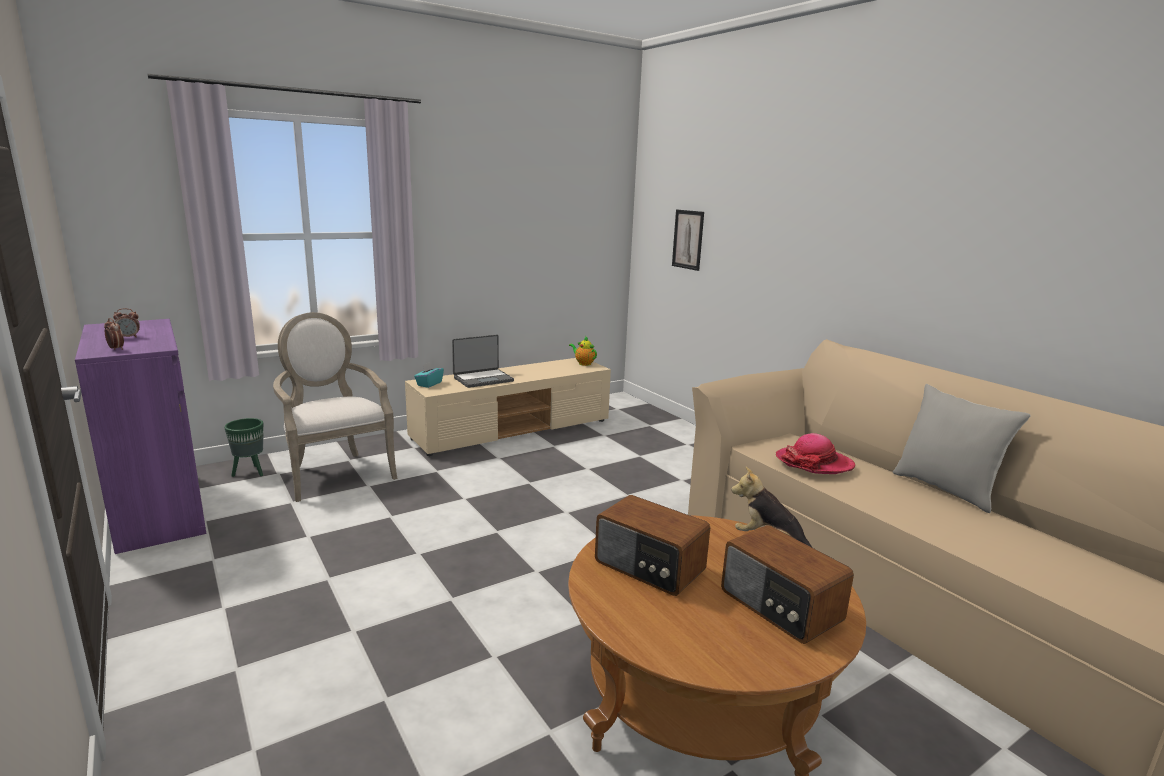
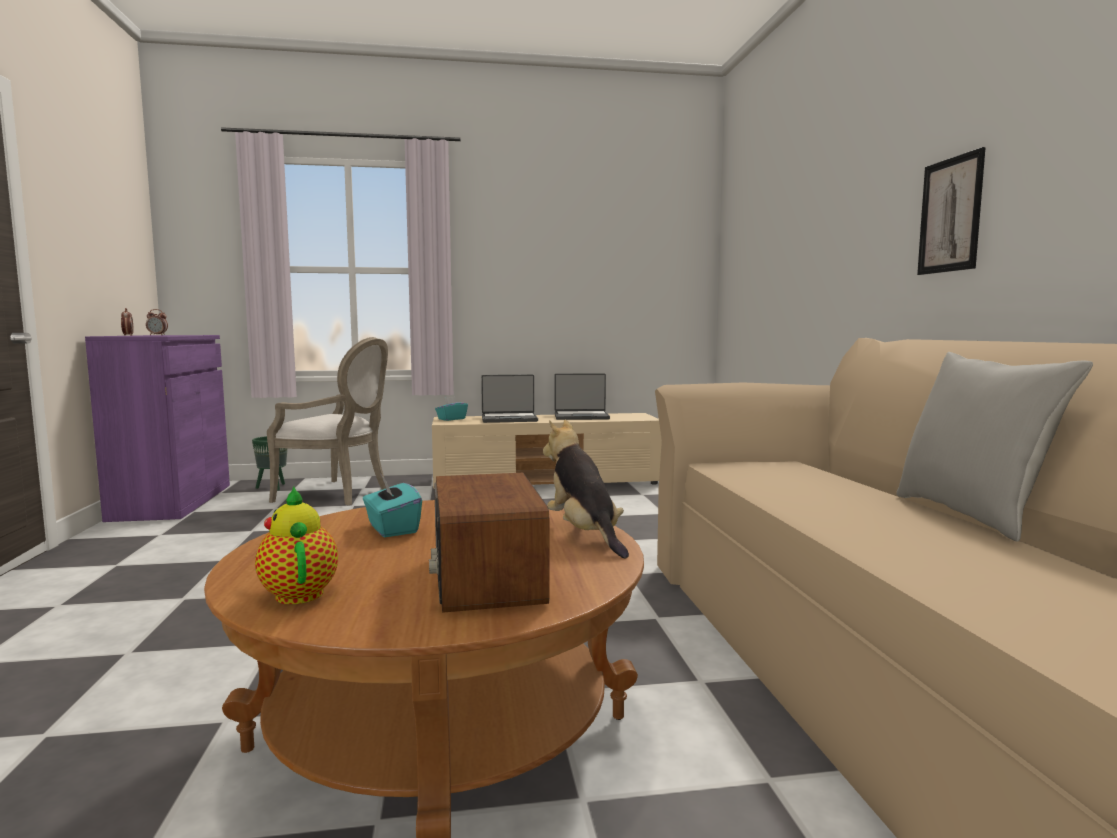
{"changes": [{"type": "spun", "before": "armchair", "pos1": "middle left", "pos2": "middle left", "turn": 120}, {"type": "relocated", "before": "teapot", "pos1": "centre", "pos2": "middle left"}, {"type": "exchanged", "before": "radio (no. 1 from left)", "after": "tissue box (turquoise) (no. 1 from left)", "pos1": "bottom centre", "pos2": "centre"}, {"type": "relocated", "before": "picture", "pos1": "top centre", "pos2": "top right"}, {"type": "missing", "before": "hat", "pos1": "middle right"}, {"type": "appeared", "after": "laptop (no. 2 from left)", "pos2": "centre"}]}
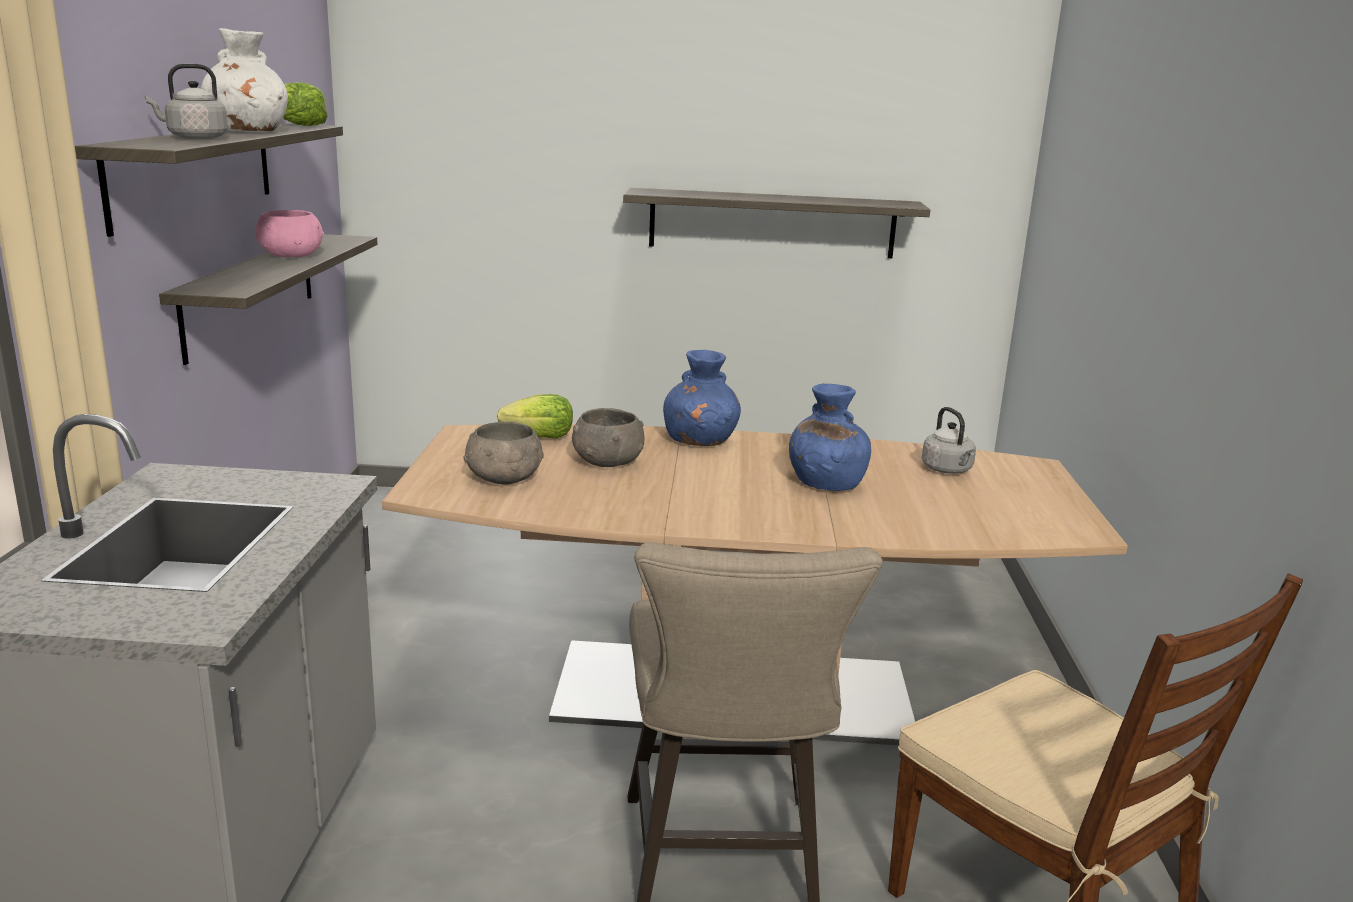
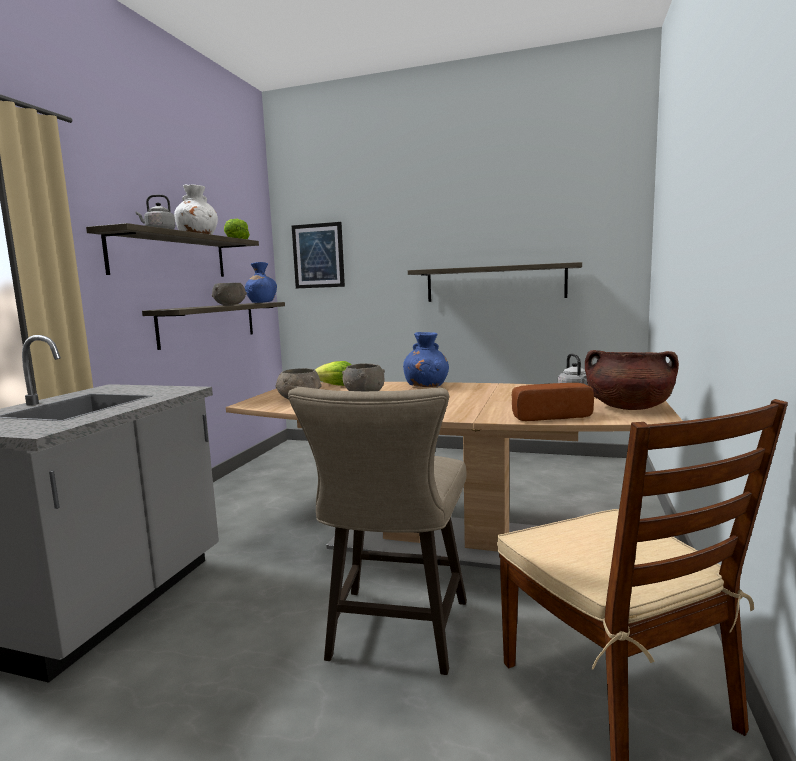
{"changes": [{"type": "colour", "before": "bowl (pink)", "after": "bowl (grey) (no. 1 from left)", "pos1": "top left", "pos2": "middle left"}, {"type": "relocated", "before": "vase (blue) (no. 2 from left in the first image)", "after": "vase (blue) (no. 1 from left)", "pos1": "centre", "pos2": "middle left"}, {"type": "appeared", "after": "picture", "pos2": "centre"}, {"type": "appeared", "after": "bread", "pos2": "middle right"}, {"type": "appeared", "after": "cooking pot (brown)", "pos2": "middle right"}]}
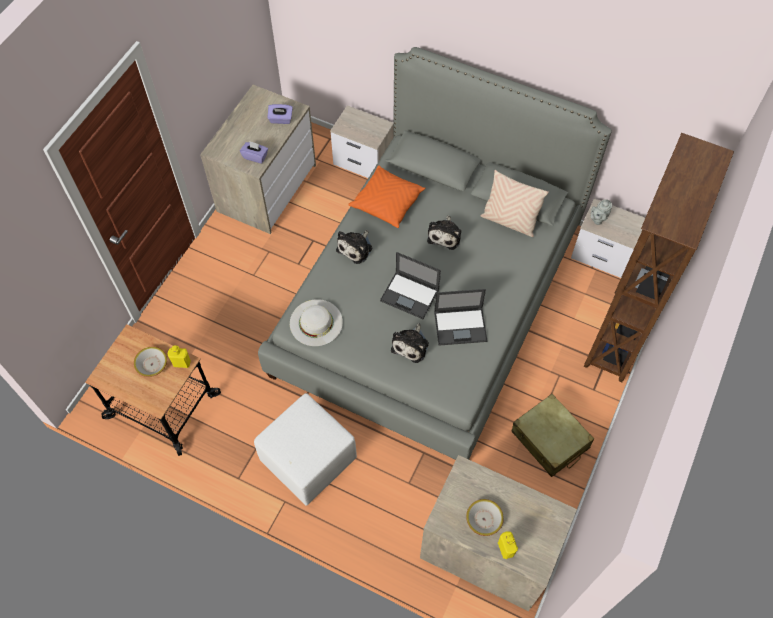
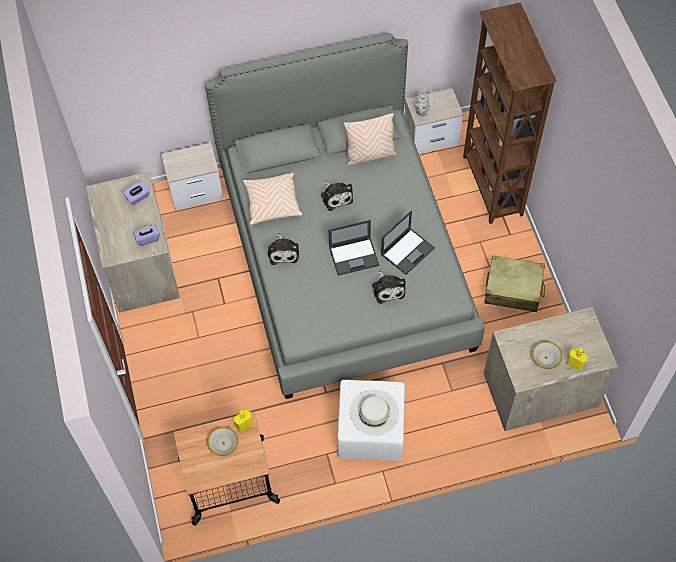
{"changes": [{"type": "relocated", "before": "hat (white)", "pos1": "centre", "pos2": "bottom centre"}, {"type": "colour", "before": "pillow (orange)", "after": "pillow (beige) (no. 1 from left)", "pos1": "top centre", "pos2": "centre"}]}
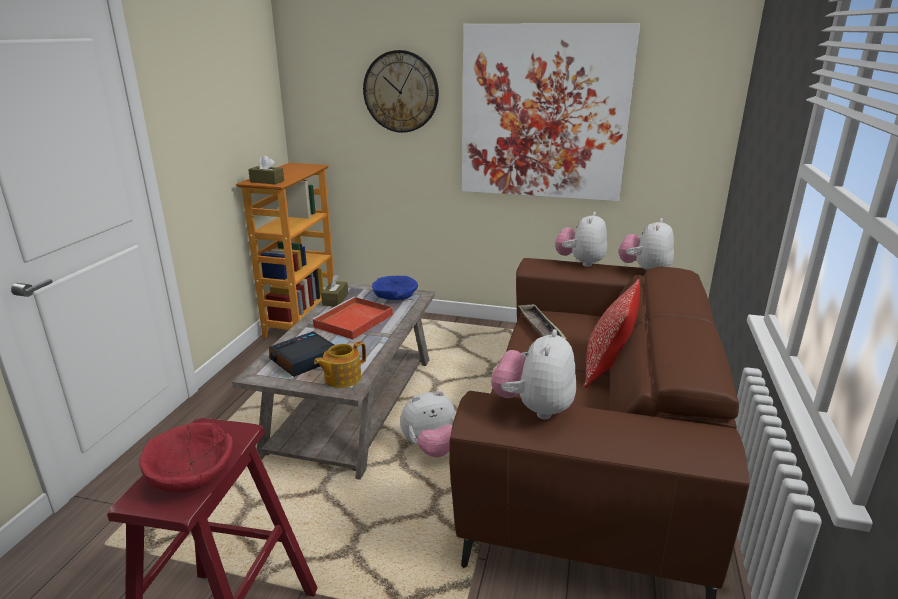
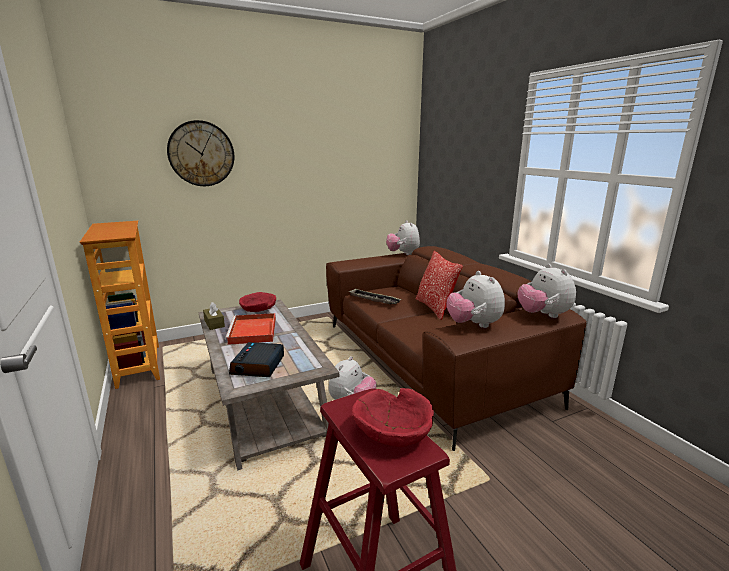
{"changes": [{"type": "missing", "before": "tissue box (brown) (no. 1 from left)", "pos1": "top left"}, {"type": "missing", "before": "teapot", "pos1": "centre"}, {"type": "colour", "before": "bowl (blue)", "after": "bowl (red) (no. 1 from left)", "pos1": "centre", "pos2": "centre"}, {"type": "missing", "before": "picture", "pos1": "top centre"}, {"type": "relocated", "before": "plush toy (no. 3 from left in the first image)", "after": "plush toy (no. 4 from left)", "pos1": "centre", "pos2": "middle right"}]}
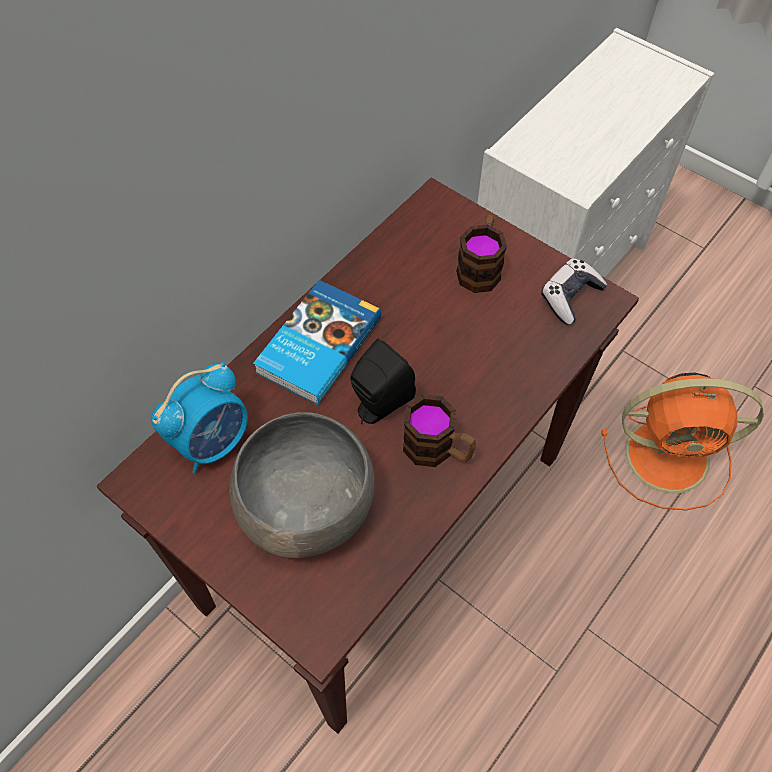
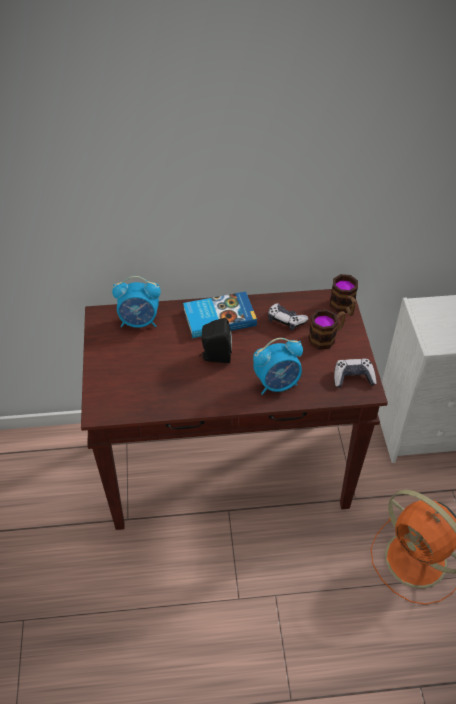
{"changes": [{"type": "missing", "before": "bowl (grey)", "pos1": "centre"}, {"type": "relocated", "before": "mug (no. 1 from left in the first image)", "after": "mug (no. 2 from left)", "pos1": "centre", "pos2": "middle right"}, {"type": "appeared", "after": "alarm clock (no. 2 from left)", "pos2": "centre"}, {"type": "appeared", "after": "game controller (no. 1 from left)", "pos2": "centre"}]}
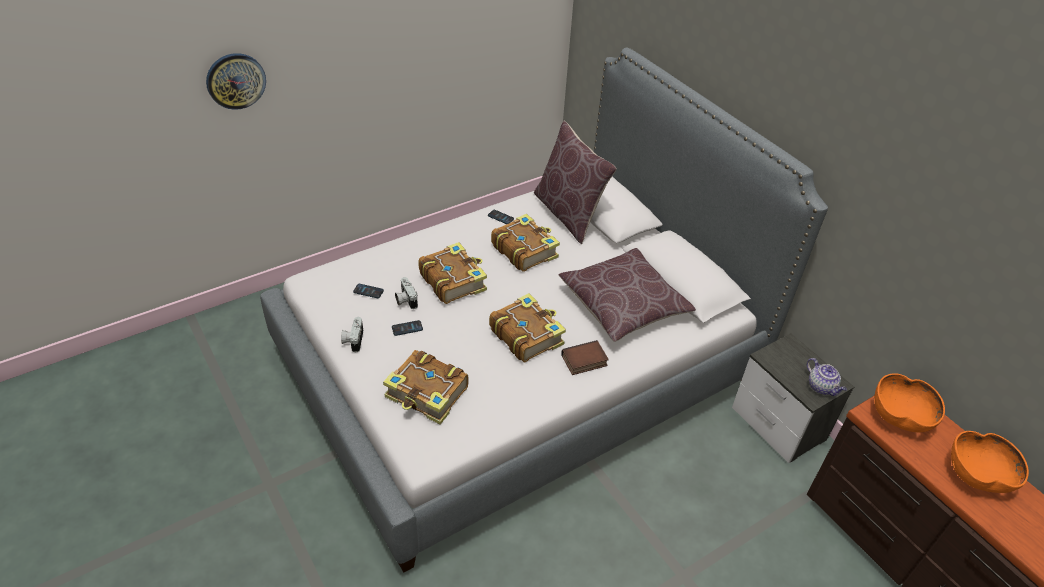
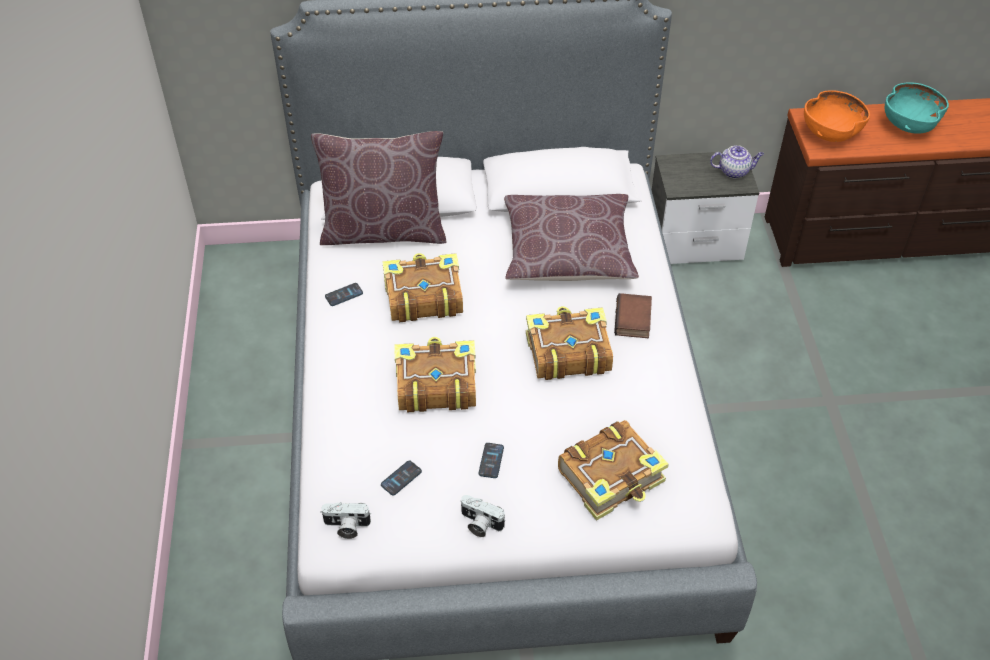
{"changes": [{"type": "missing", "before": "wall clock", "pos1": "top left"}, {"type": "relocated", "before": "photo camera (no. 2 from left in the first image)", "after": "photo camera (no. 1 from left)", "pos1": "centre", "pos2": "bottom centre"}, {"type": "colour", "before": "bowl (orange) (no. 2 from left)", "after": "bowl (turquoise)", "pos1": "bottom right", "pos2": "top right"}]}
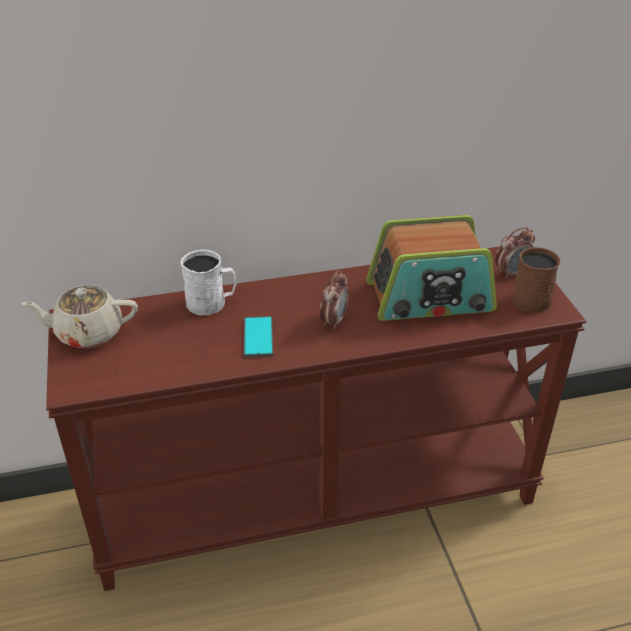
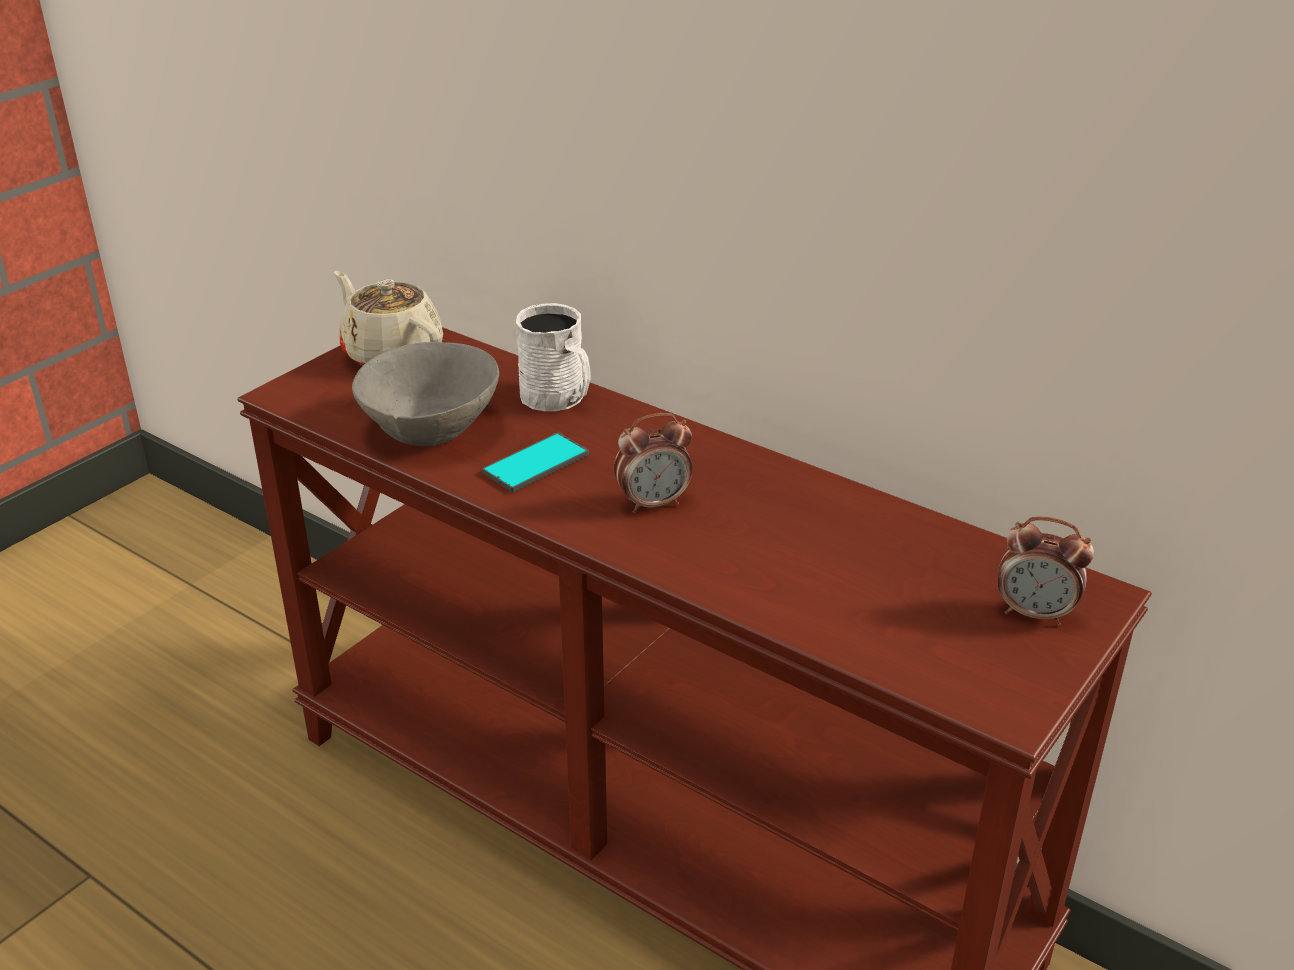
{"changes": [{"type": "missing", "before": "radio", "pos1": "middle right"}, {"type": "missing", "before": "mug (brown)", "pos1": "middle right"}, {"type": "appeared", "after": "bowl (grey)", "pos2": "middle left"}]}
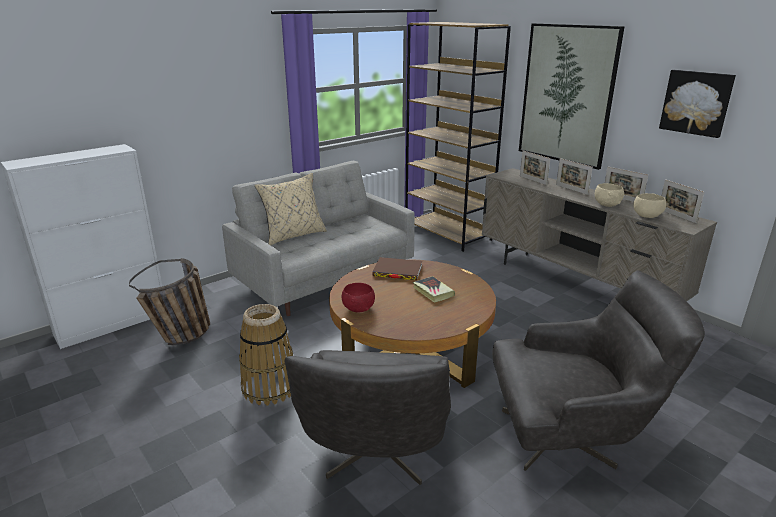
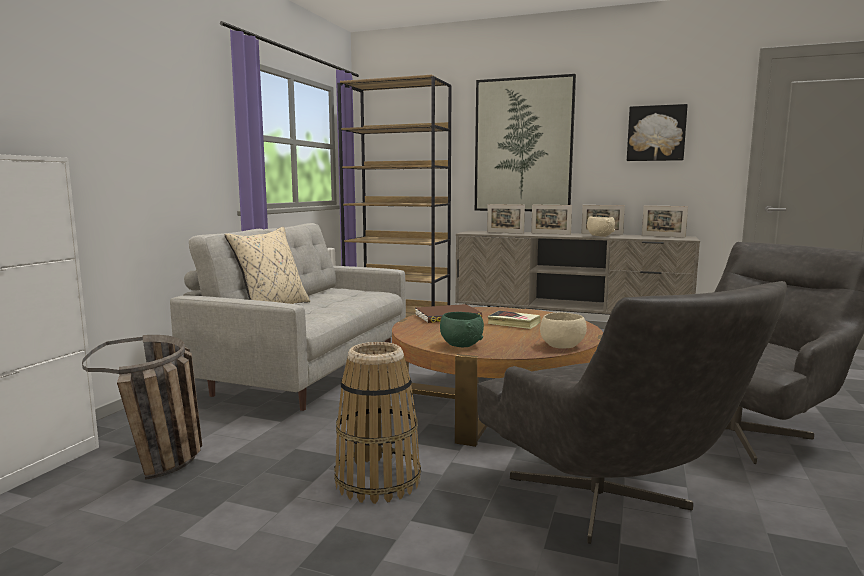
{"changes": [{"type": "colour", "before": "bowl (red)", "after": "bowl (green)", "pos1": "centre", "pos2": "centre"}, {"type": "relocated", "before": "bowl (beige) (no. 2 from left in the first image)", "after": "bowl (beige) (no. 1 from left)", "pos1": "middle right", "pos2": "centre"}]}
